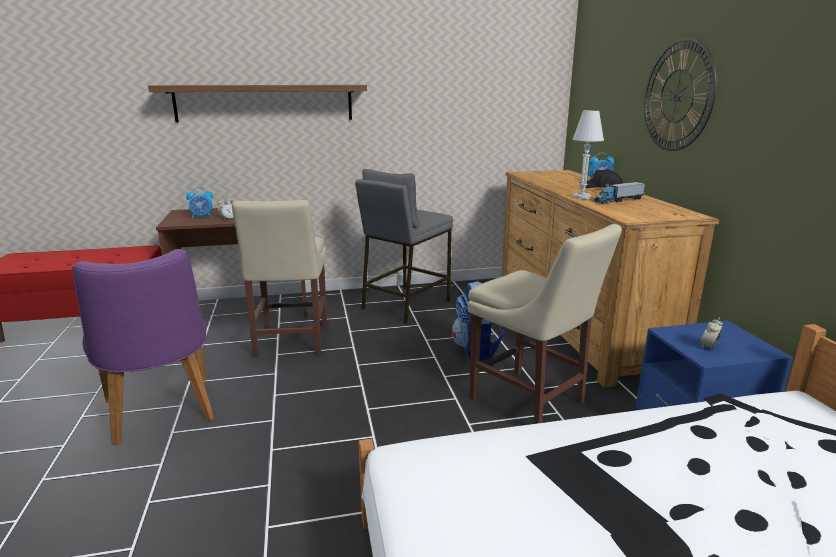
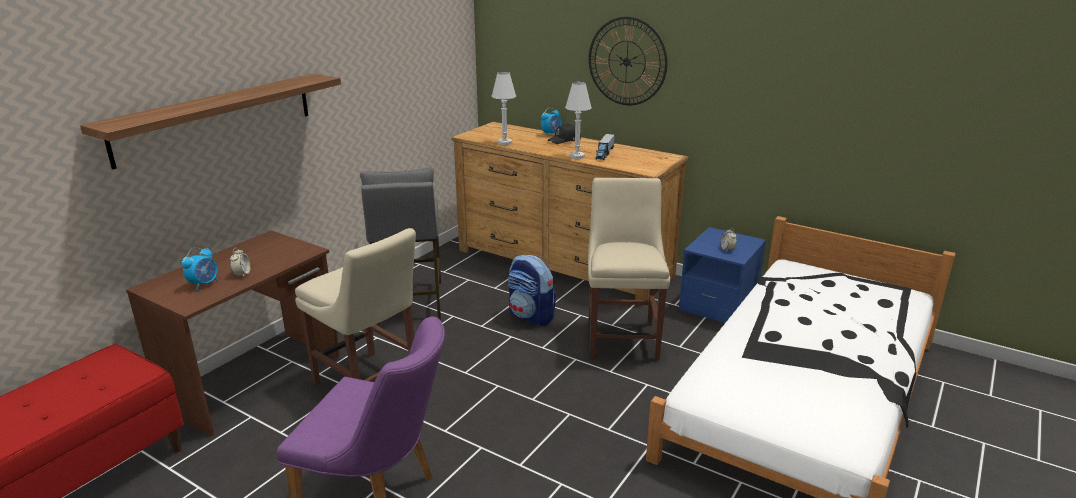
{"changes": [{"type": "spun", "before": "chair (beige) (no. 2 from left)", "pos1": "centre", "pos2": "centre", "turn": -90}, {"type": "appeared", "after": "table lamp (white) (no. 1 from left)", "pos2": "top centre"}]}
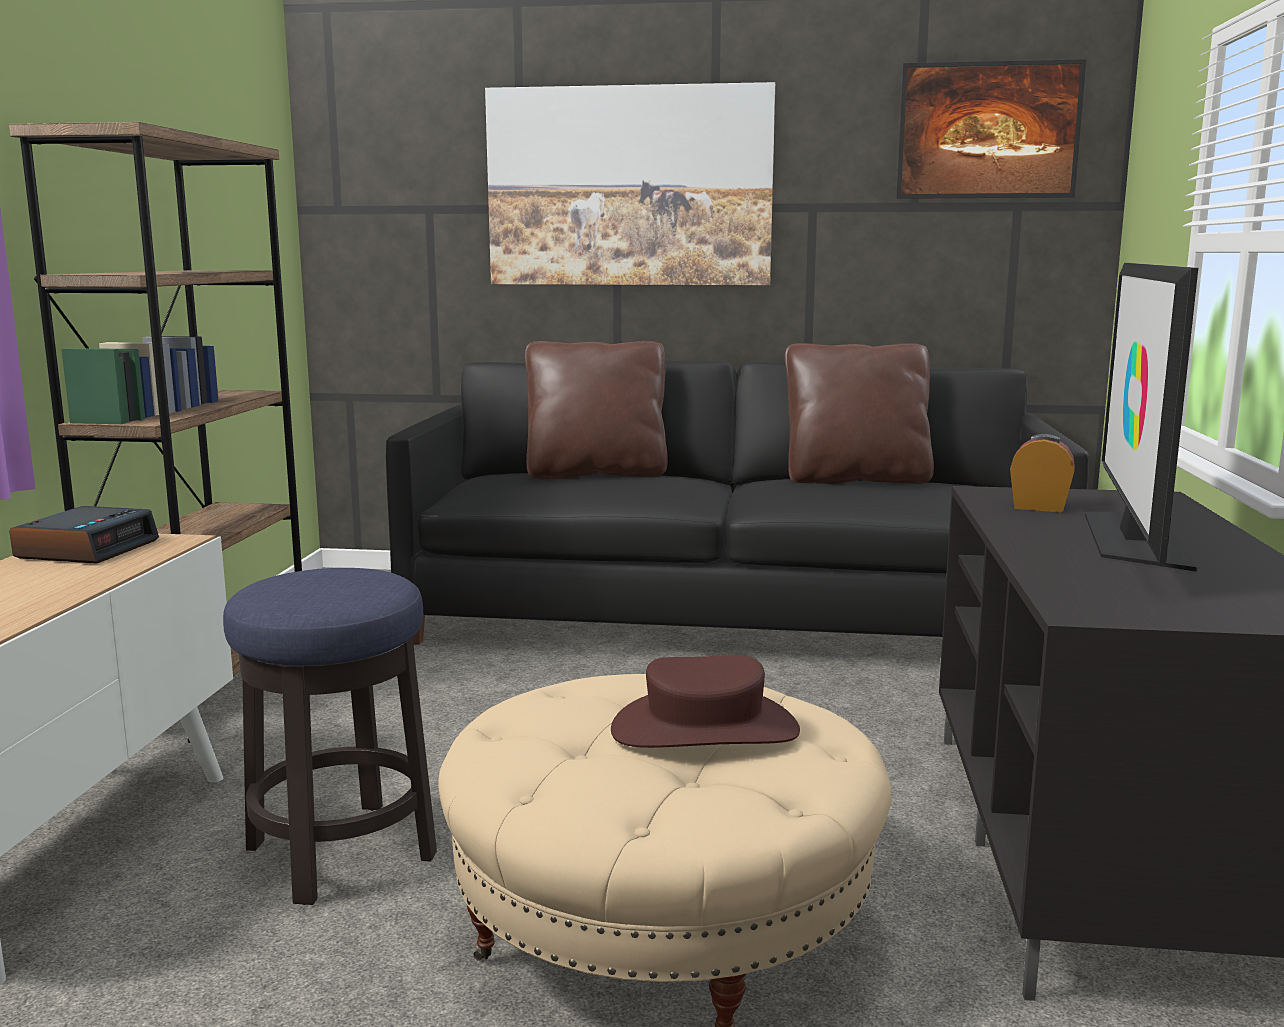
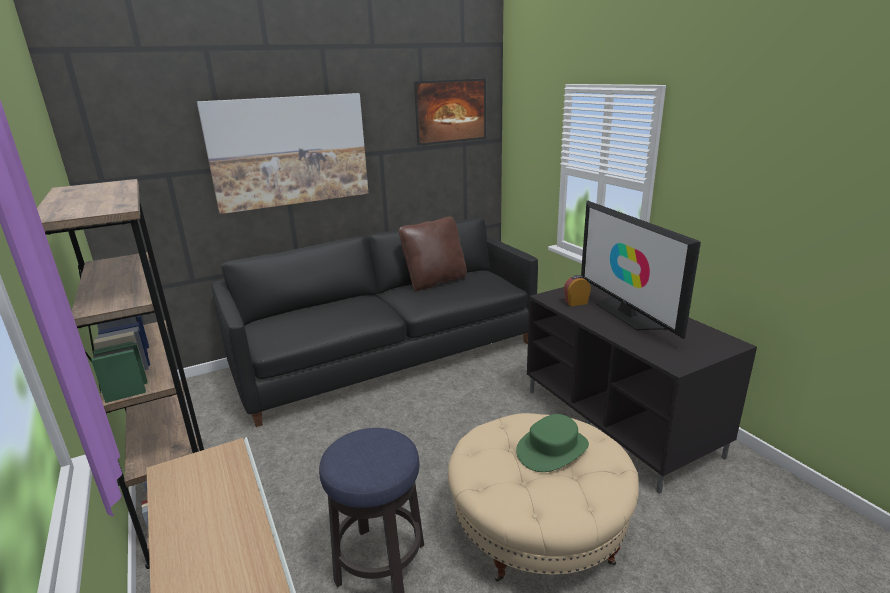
{"changes": [{"type": "missing", "before": "alarm clock (no. 1 from left)", "pos1": "middle left"}, {"type": "missing", "before": "pillow (brown) (no. 1 from left)", "pos1": "centre"}, {"type": "colour", "before": "hat (brown)", "after": "hat (green)", "pos1": "bottom centre", "pos2": "bottom centre"}]}
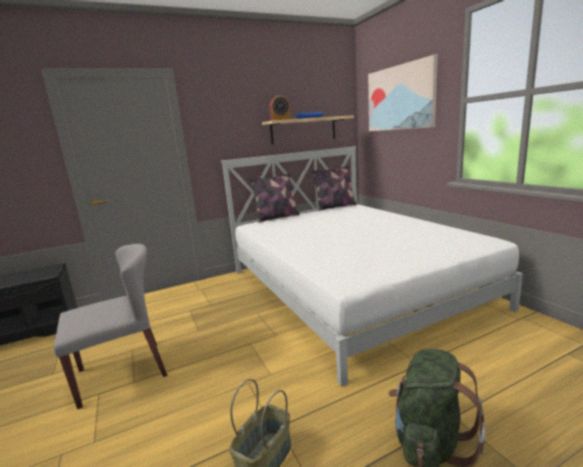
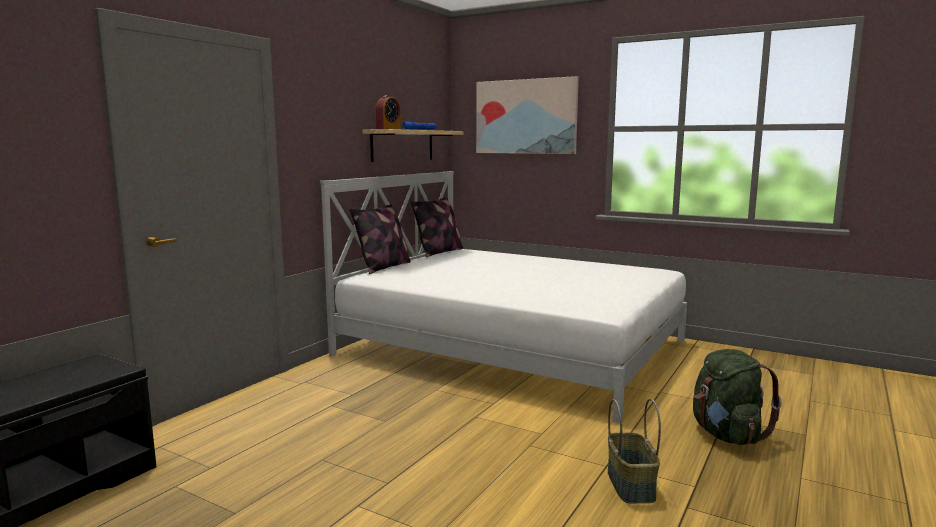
{"changes": [{"type": "missing", "before": "chair (grey)", "pos1": "bottom left"}]}
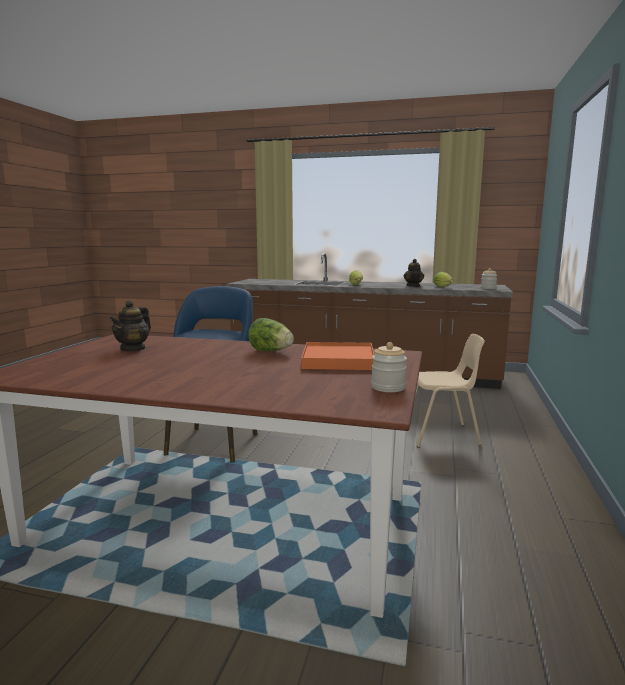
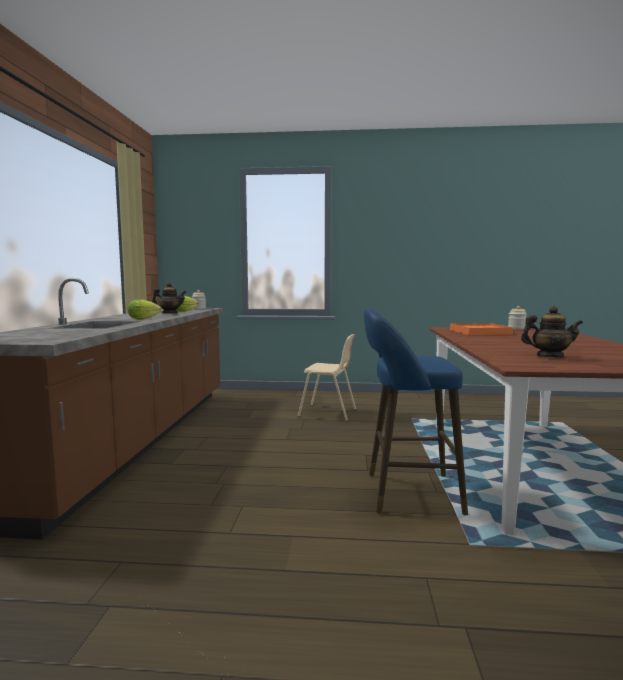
{"changes": [{"type": "missing", "before": "lettuce (no. 1 from left)", "pos1": "centre"}, {"type": "spun", "before": "chair (beige)", "pos1": "middle right", "pos2": "centre", "turn": 120}]}
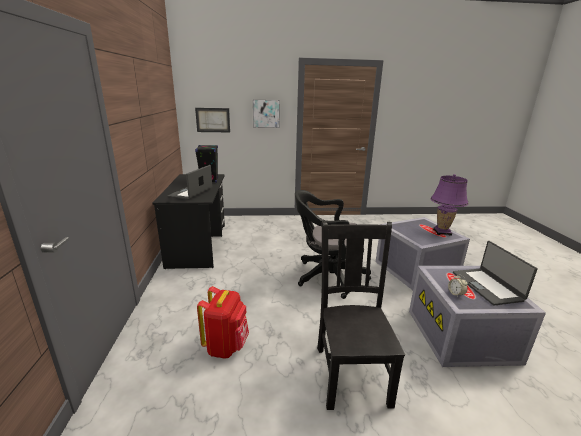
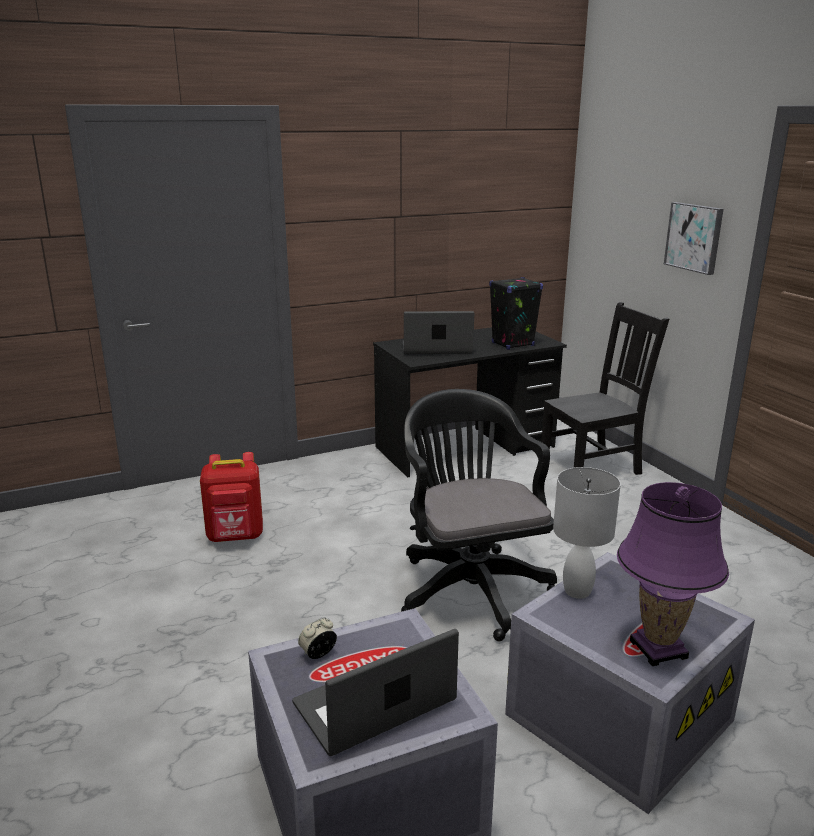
{"changes": [{"type": "missing", "before": "picture (no. 1 from left)", "pos1": "top centre"}, {"type": "relocated", "before": "chair (black)", "pos1": "bottom centre", "pos2": "middle right"}, {"type": "appeared", "after": "table lamp (white)", "pos2": "middle right"}]}
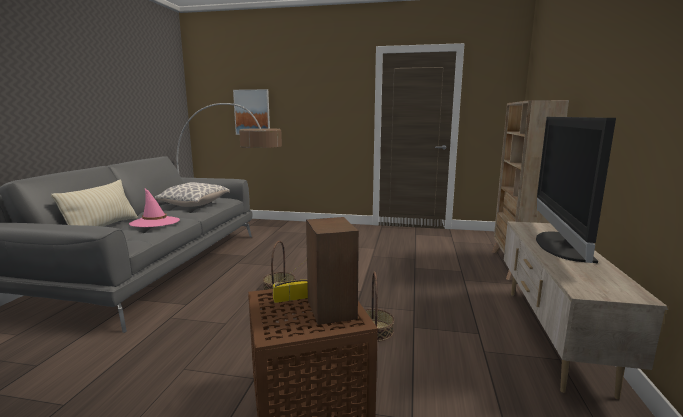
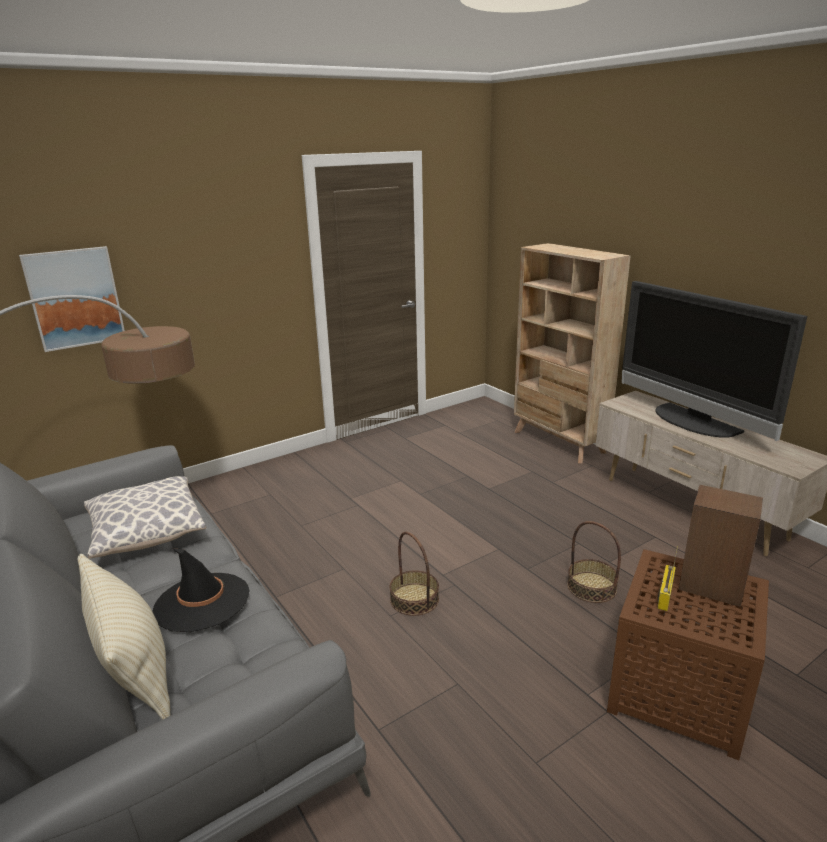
{"changes": [{"type": "colour", "before": "hat (pink)", "after": "hat (black)", "pos1": "middle left", "pos2": "bottom left"}]}
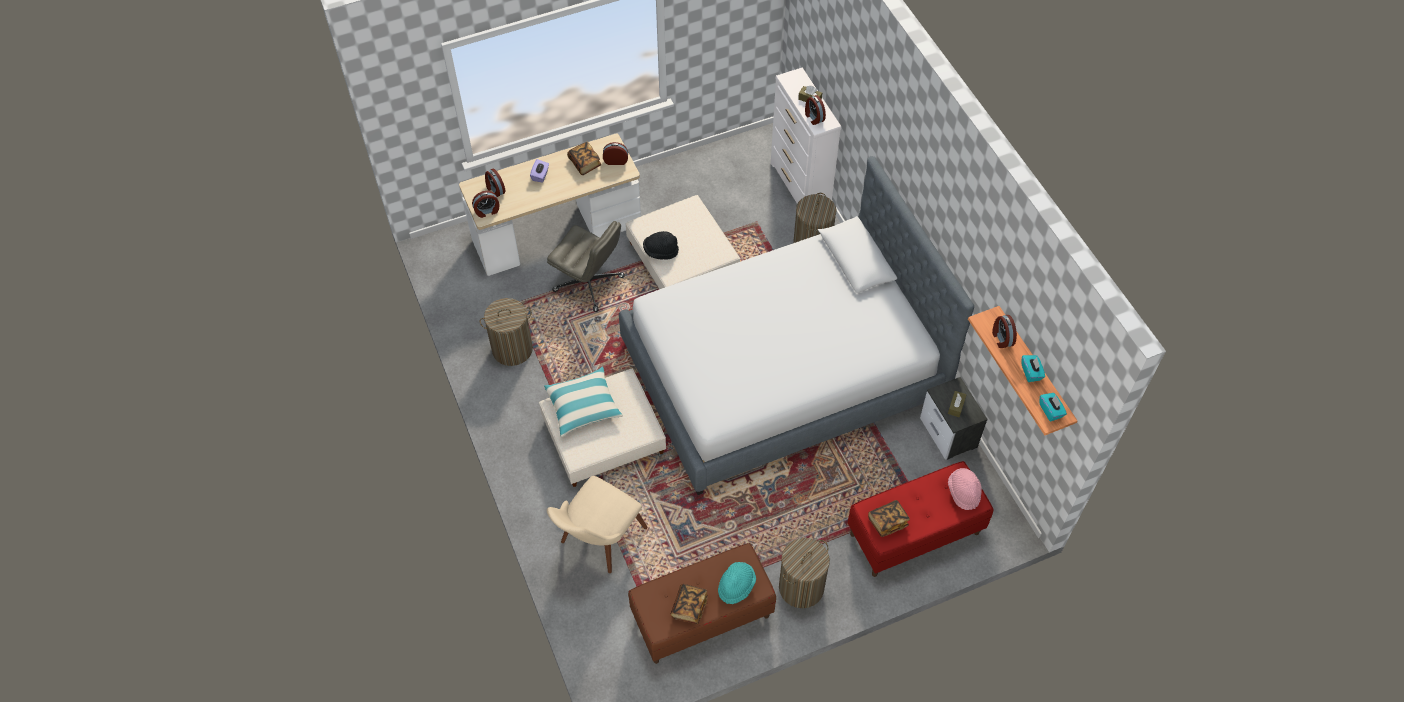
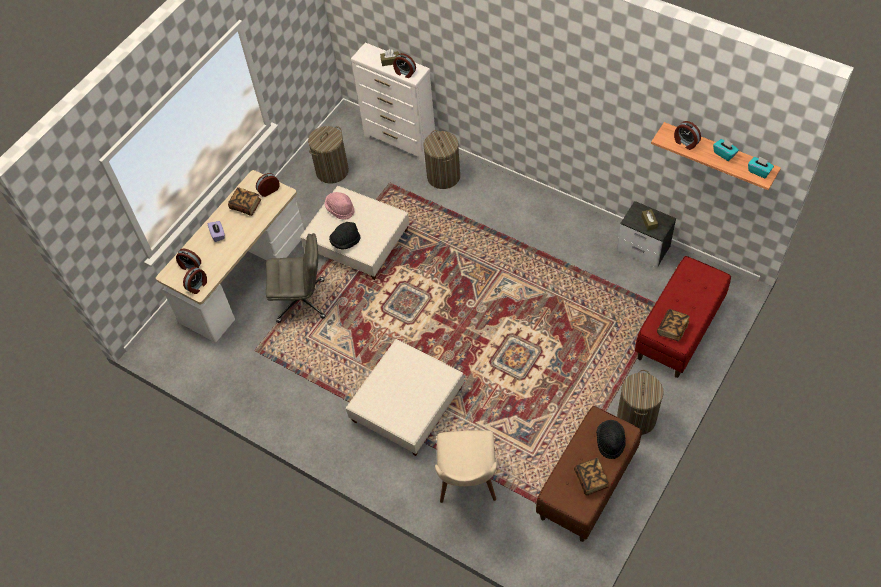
{"changes": [{"type": "relocated", "before": "laundry basket (no. 1 from left)", "pos1": "centre", "pos2": "top centre"}, {"type": "missing", "before": "pillow", "pos1": "centre"}, {"type": "missing", "before": "bed", "pos1": "centre"}, {"type": "colour", "before": "hat (turquoise)", "after": "hat (black) (no. 2 from left)", "pos1": "bottom centre", "pos2": "bottom right"}, {"type": "relocated", "before": "hat (pink)", "pos1": "bottom right", "pos2": "centre"}]}
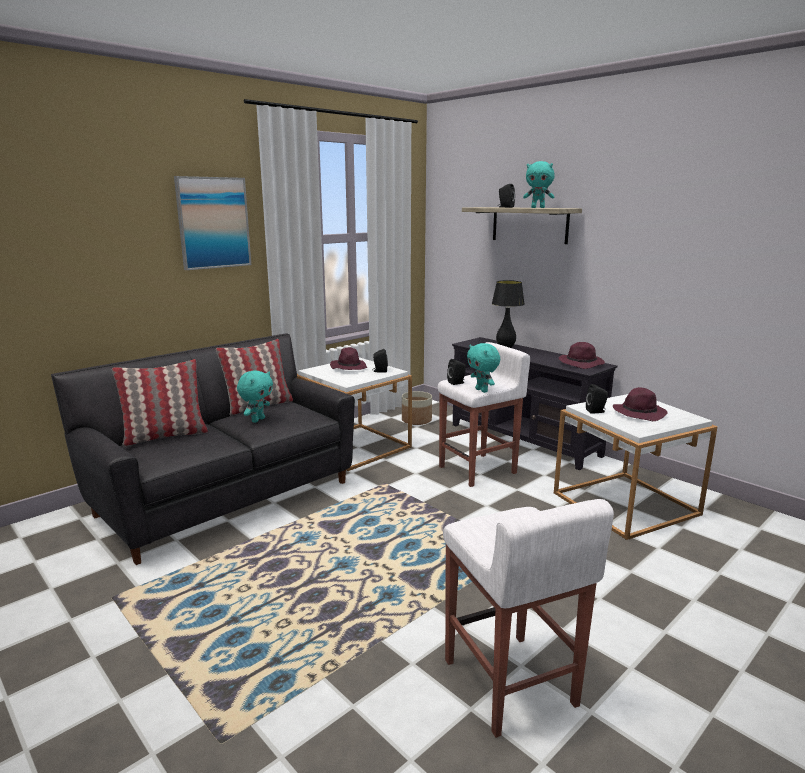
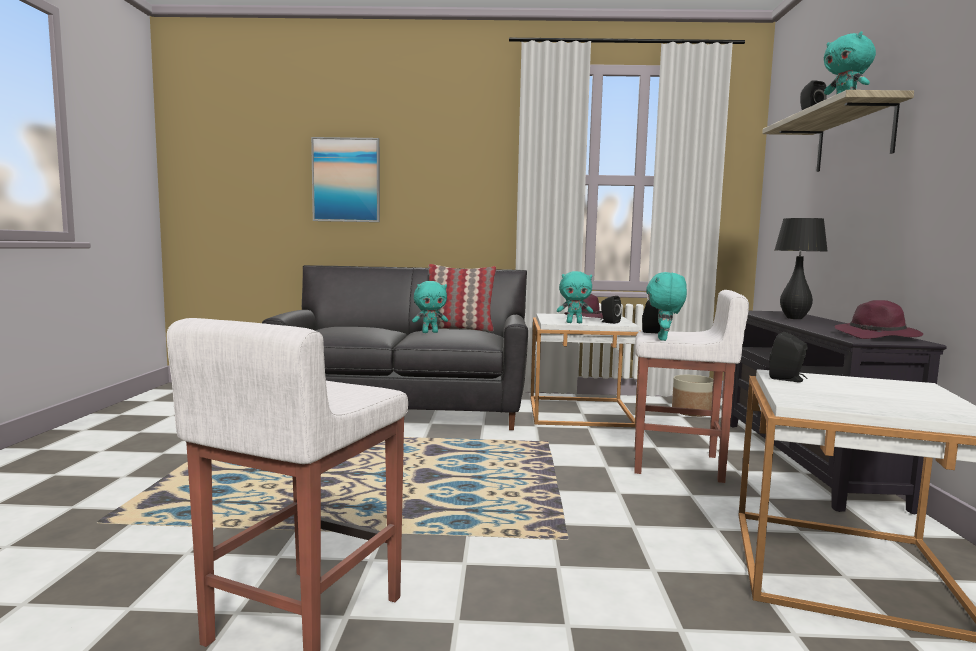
{"changes": [{"type": "missing", "before": "pillow (no. 1 from left)", "pos1": "middle left"}, {"type": "relocated", "before": "picture", "pos1": "top left", "pos2": "top centre"}, {"type": "missing", "before": "hat (purple) (no. 3 from left)", "pos1": "middle right"}, {"type": "appeared", "after": "plush toy (turquoise) (no. 2 from left)", "pos2": "centre"}]}
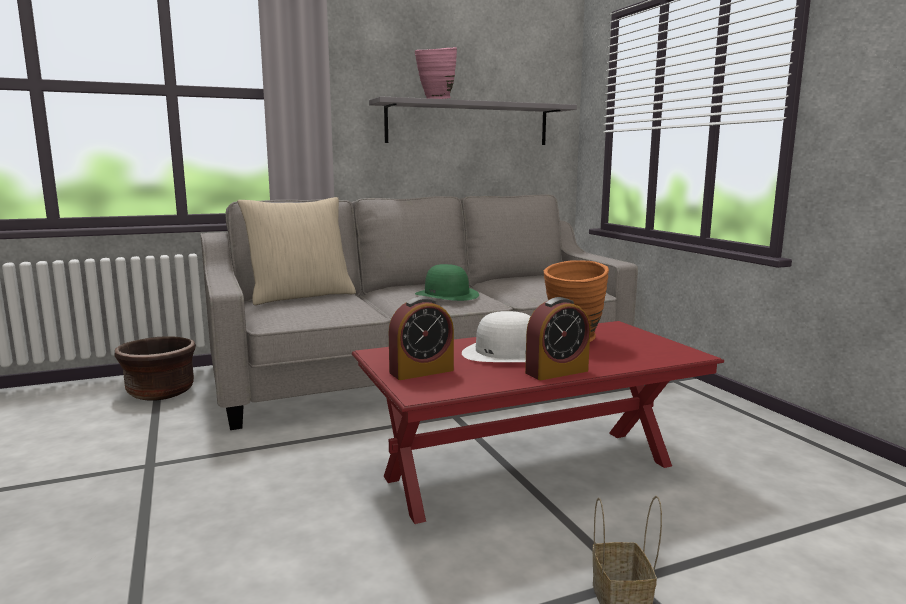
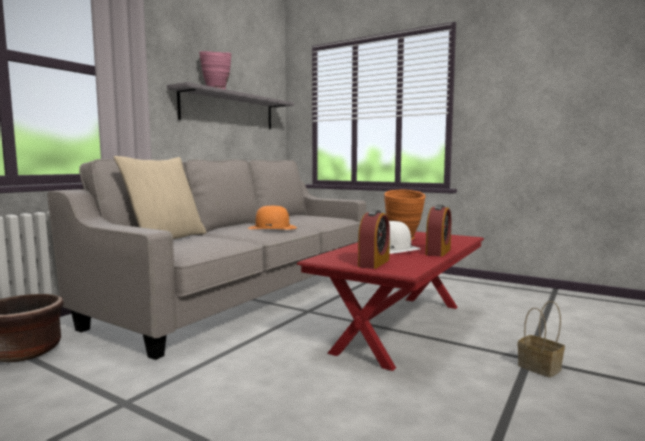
{"changes": [{"type": "colour", "before": "hat (green)", "after": "hat (orange)", "pos1": "centre", "pos2": "centre"}]}
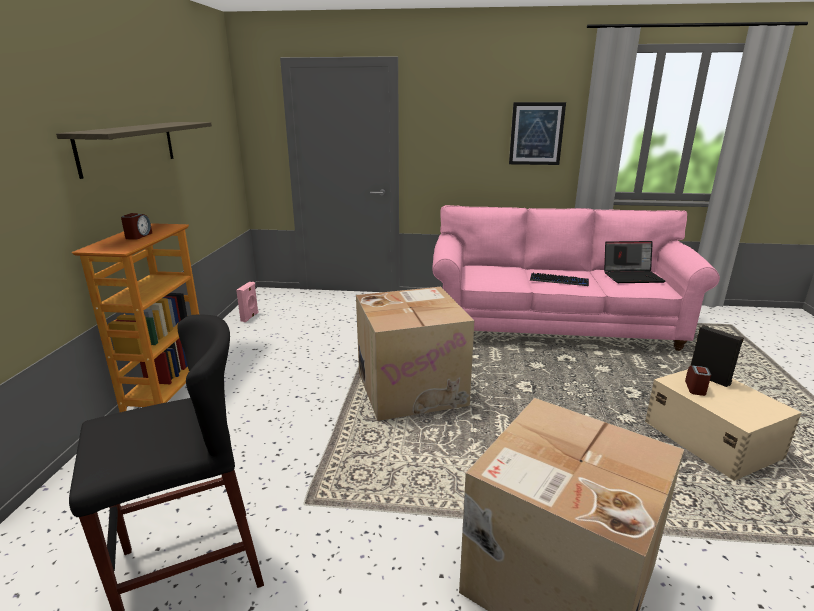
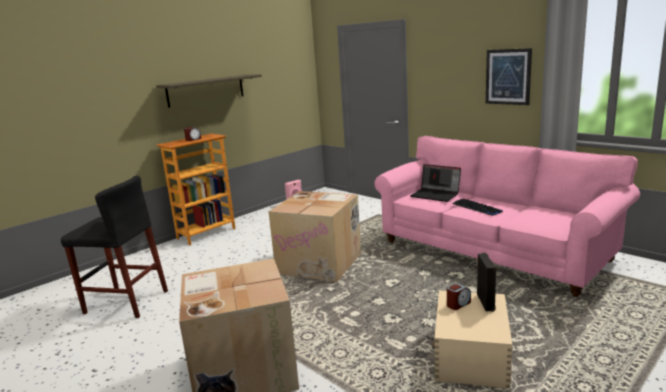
{"changes": [{"type": "relocated", "before": "laptop", "pos1": "middle right", "pos2": "centre"}]}
